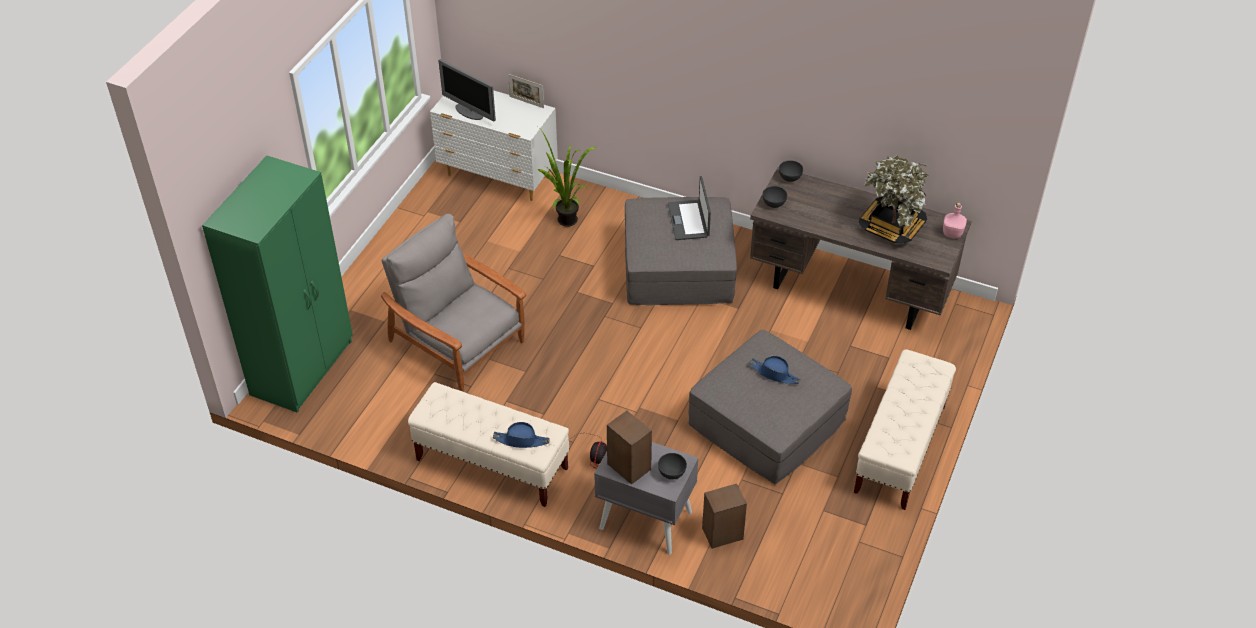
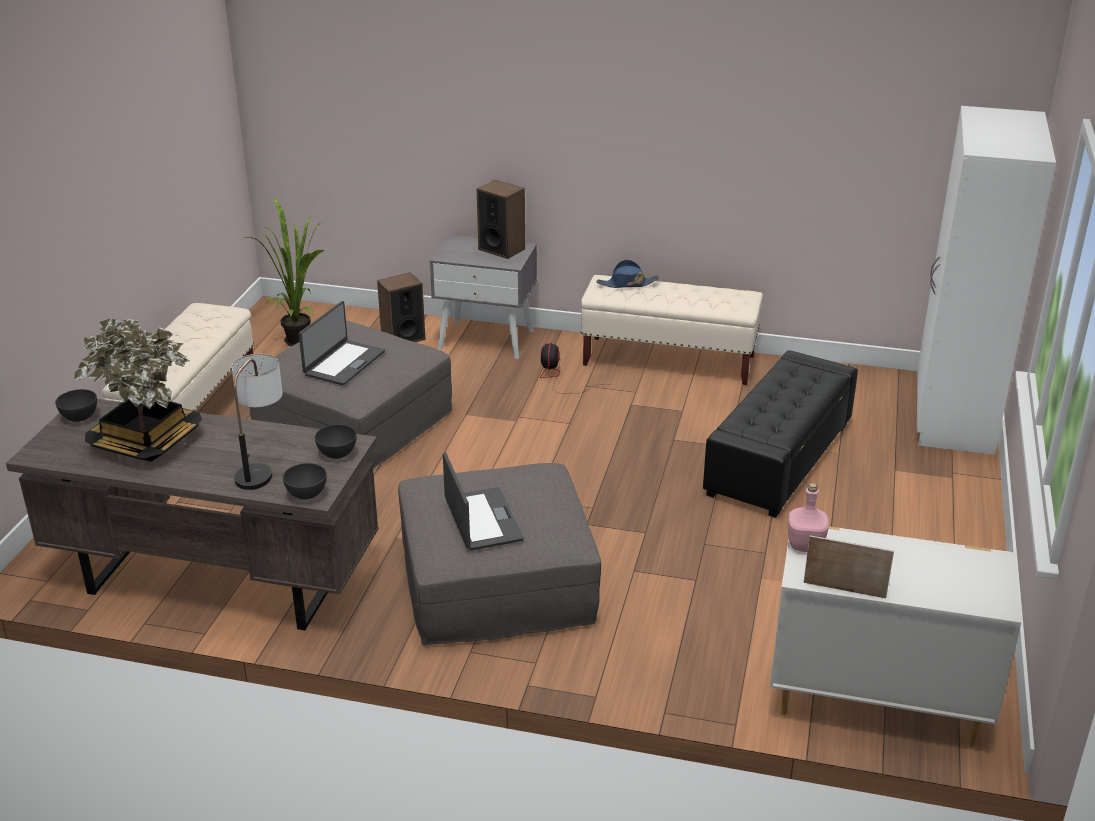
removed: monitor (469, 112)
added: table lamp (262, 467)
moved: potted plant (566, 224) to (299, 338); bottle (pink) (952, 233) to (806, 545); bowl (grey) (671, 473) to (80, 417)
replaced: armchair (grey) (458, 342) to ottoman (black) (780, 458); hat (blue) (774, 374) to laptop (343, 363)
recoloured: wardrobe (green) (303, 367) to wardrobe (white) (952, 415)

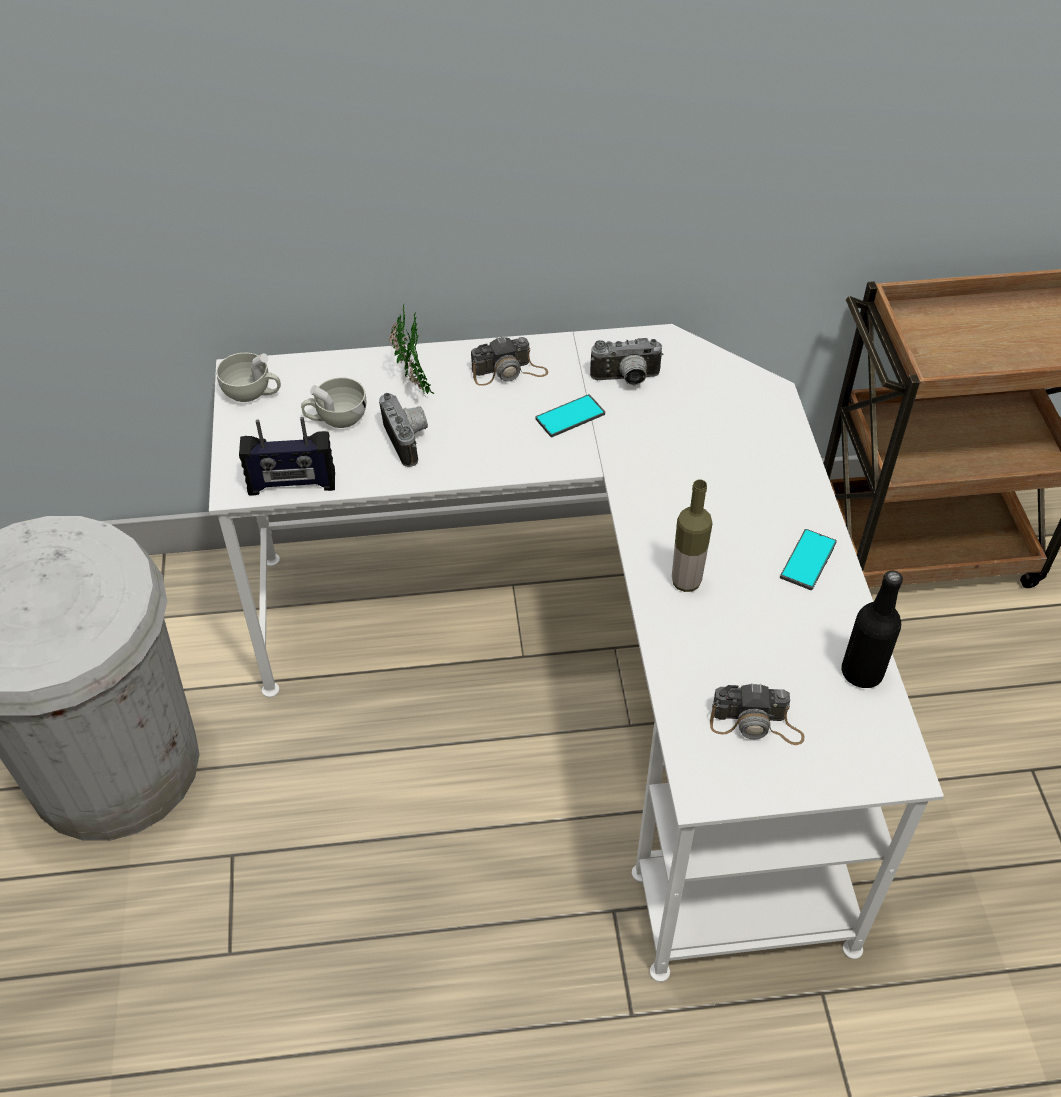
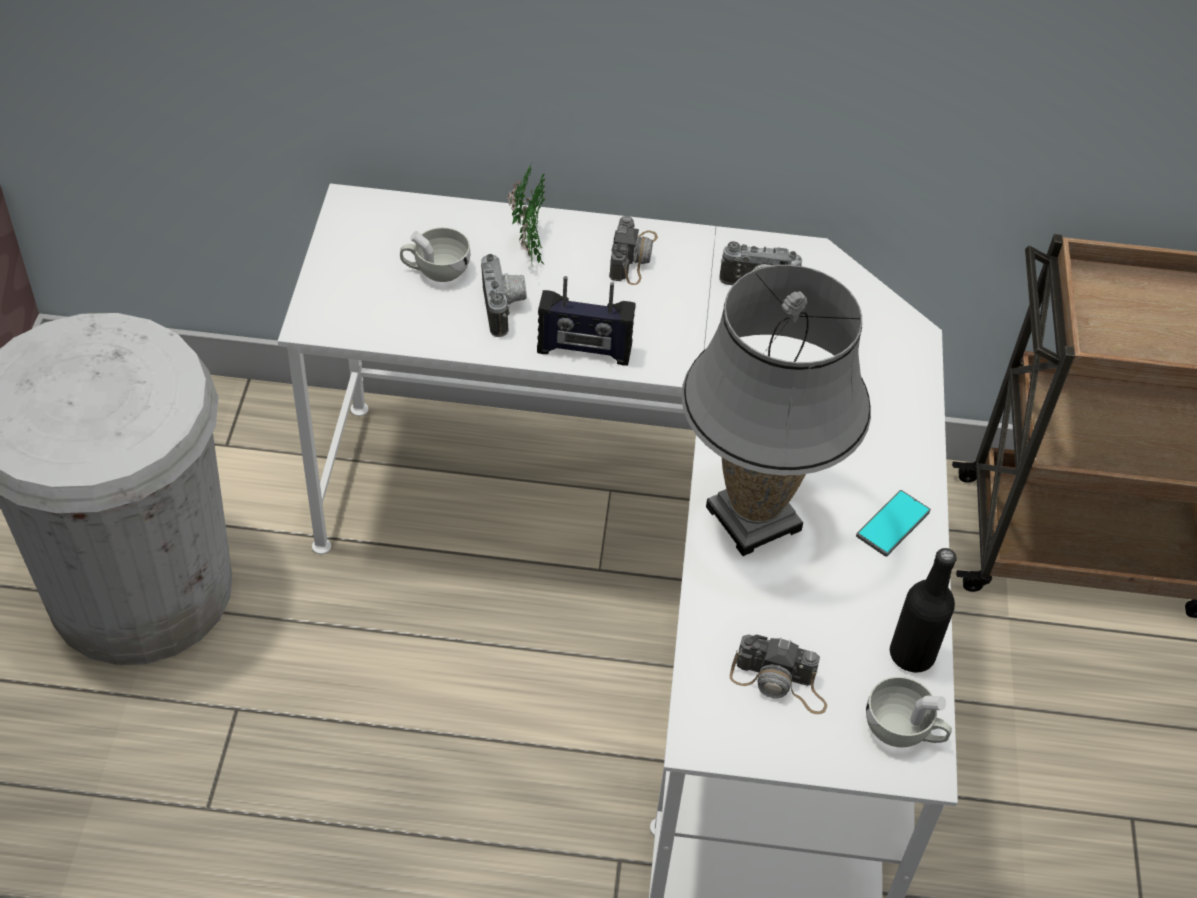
removed: phone (570, 416)
moved: cup (white) (252, 393) to (903, 731); radio (292, 485) to (584, 351)
replaced: bottle (686, 582) to table lamp (grey) (753, 519)
turned: photo camera (509, 371) = (633, 256) 75 degrees counterclockwise

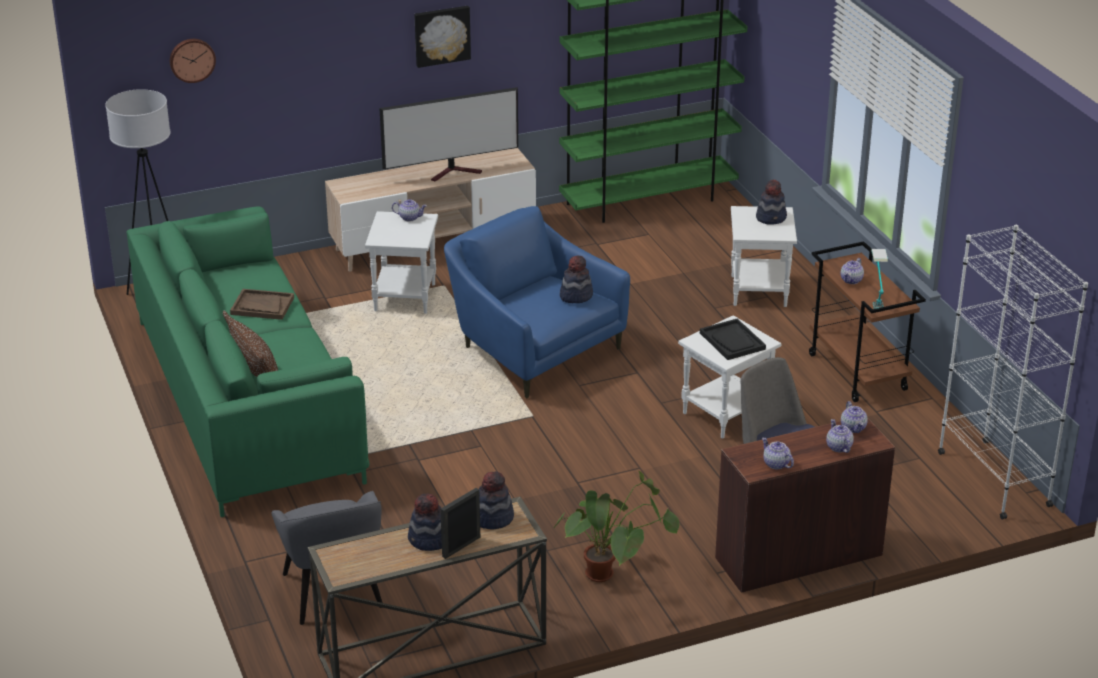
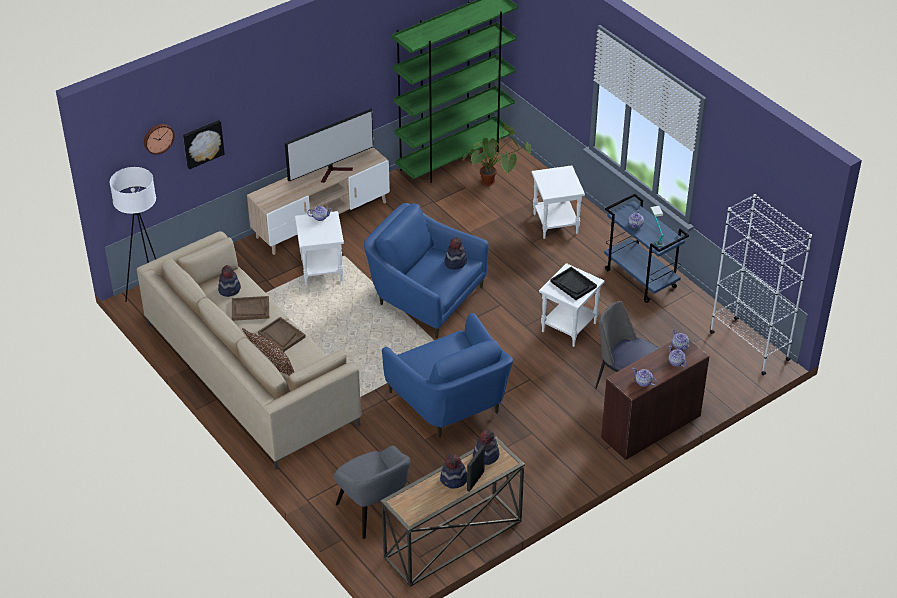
added: armchair (blue) (451, 403); tray (brown) (281, 335)
moved: picture (441, 35) to (203, 143); hat (771, 218) to (230, 289); potted plant (613, 574) to (495, 180)
recoloured: sofa (green) (247, 398) to sofa (beige) (250, 373); cart (brown) (858, 372) to cart (blue) (641, 279)

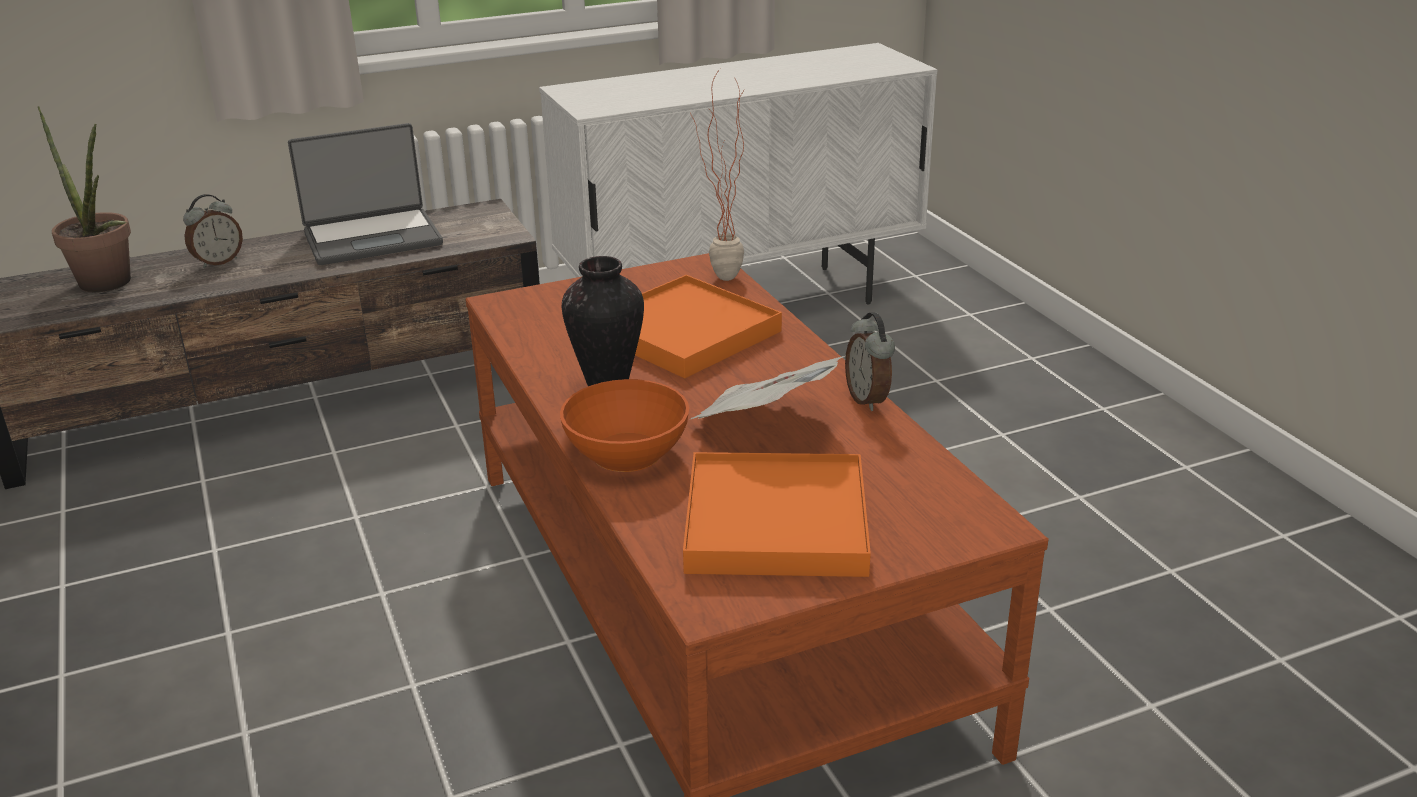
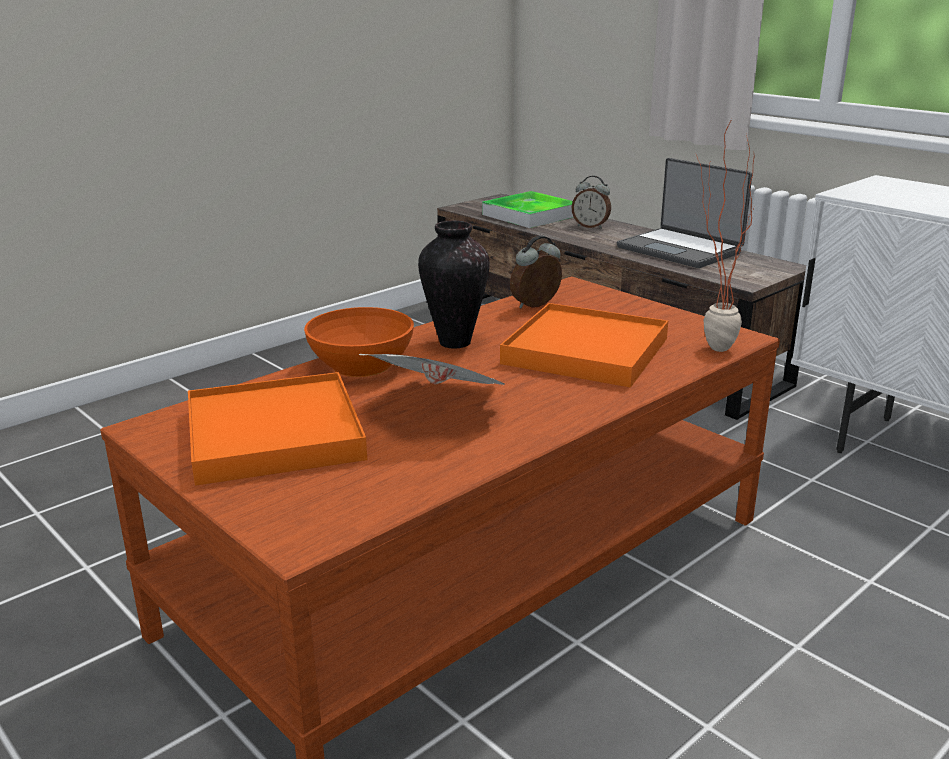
moved: alarm clock (868, 399) to (536, 306)
replaced: potted plant (109, 286) to tray (530, 215)

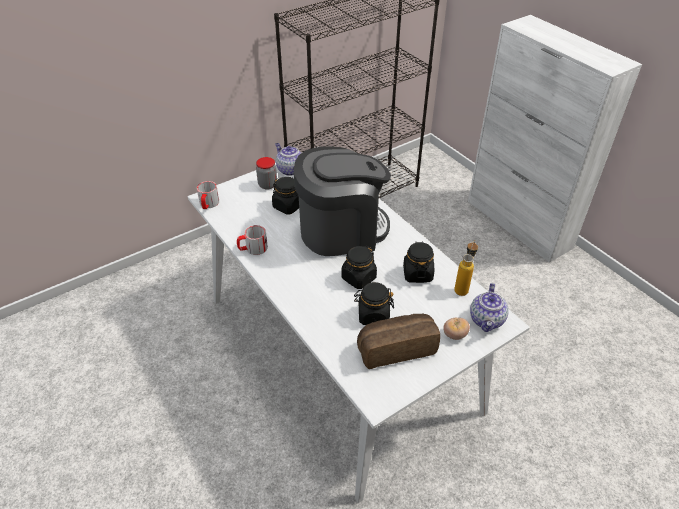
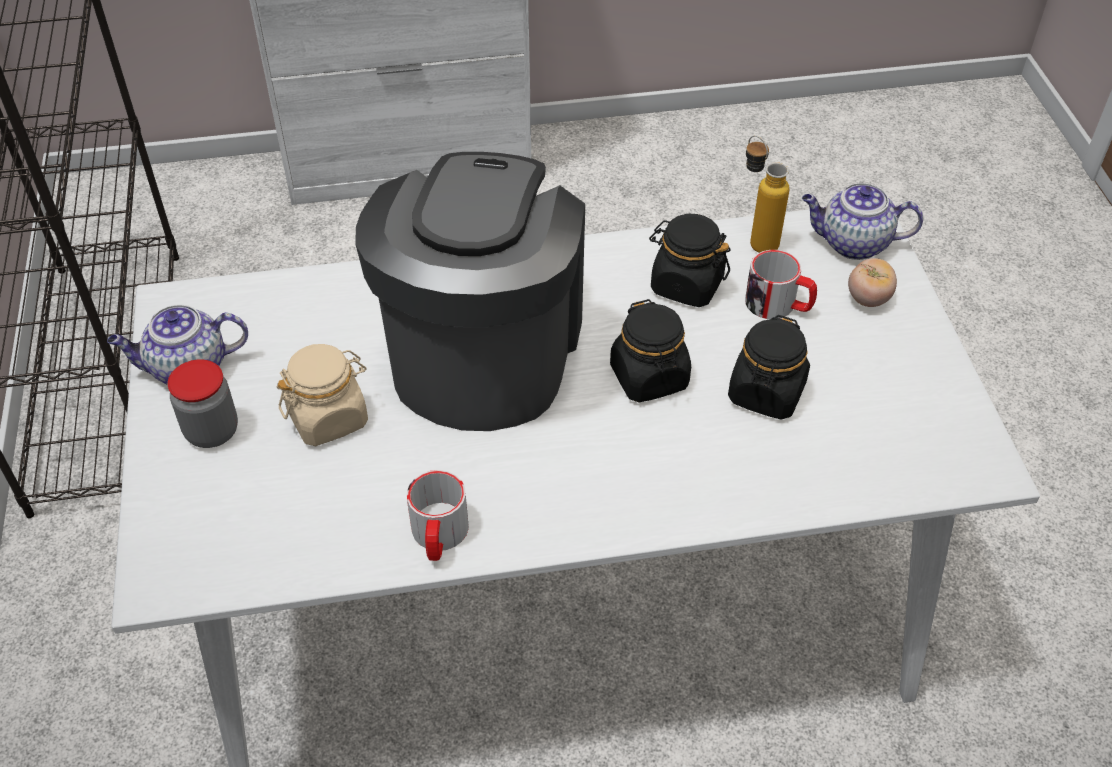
removed: bread (396, 348)
moved: mug (208, 204) to (778, 305)
recoloured: jar (black) (288, 206) to jar (beige) (328, 417)
turned: teapot (487, 320) = (852, 243) 150 degrees clockwise

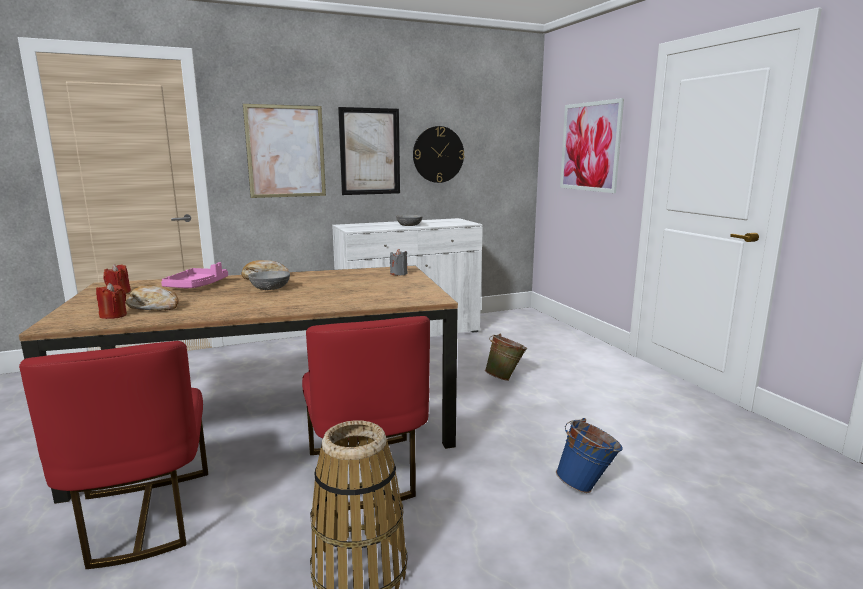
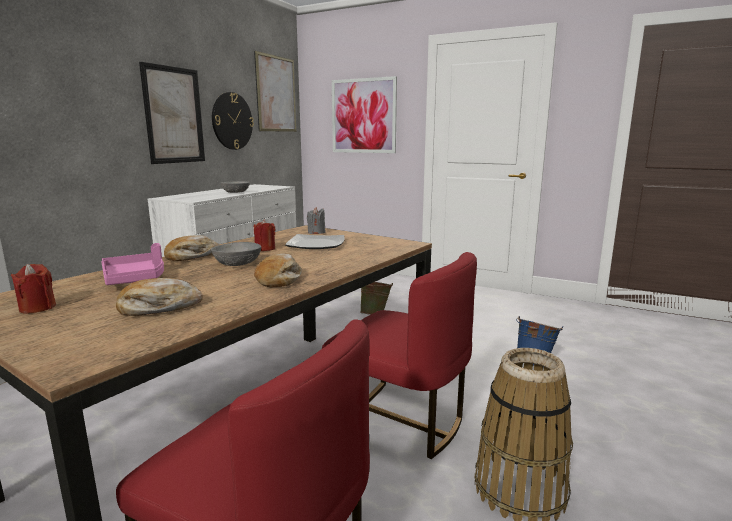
added: plate (316, 244); bread (279, 279)
moved: picture (286, 151) to (276, 94); candle (red) (113, 315) to (265, 249)

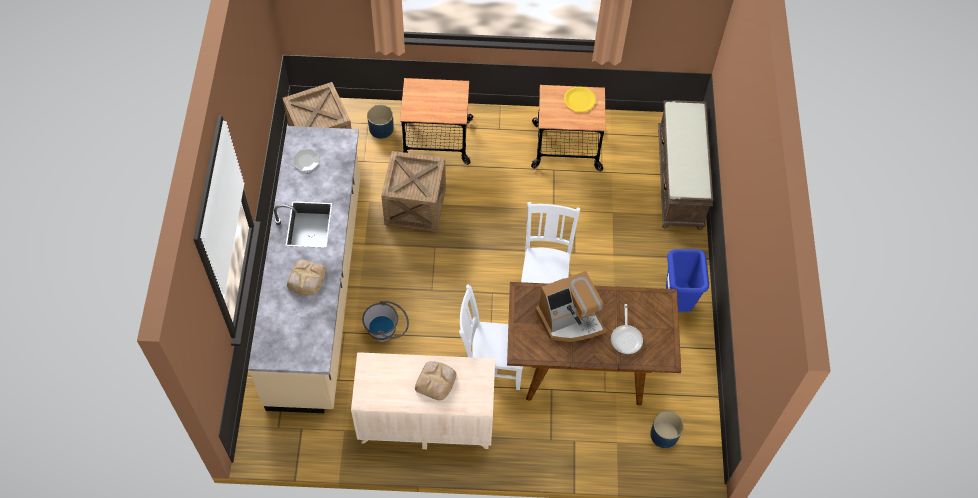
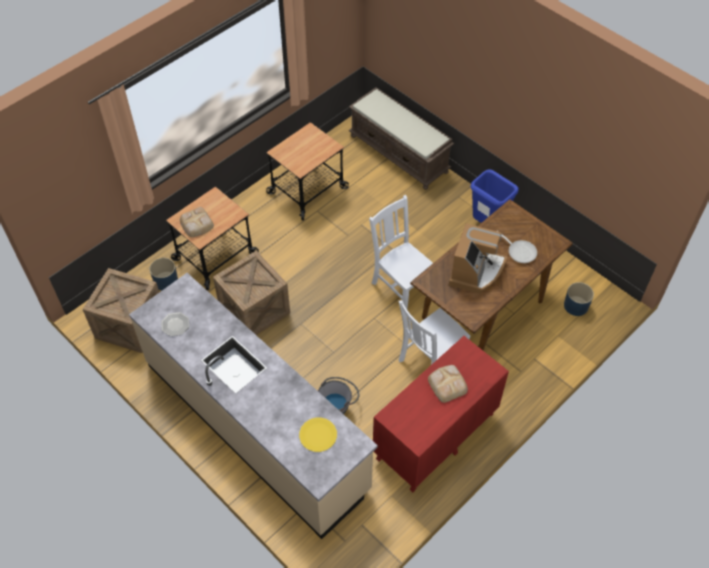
moved: plate (yellow) (579, 100) to (318, 435); bread (306, 279) to (196, 224)
recoloured: dresser (beige) (426, 421) to dresser (red) (435, 436)

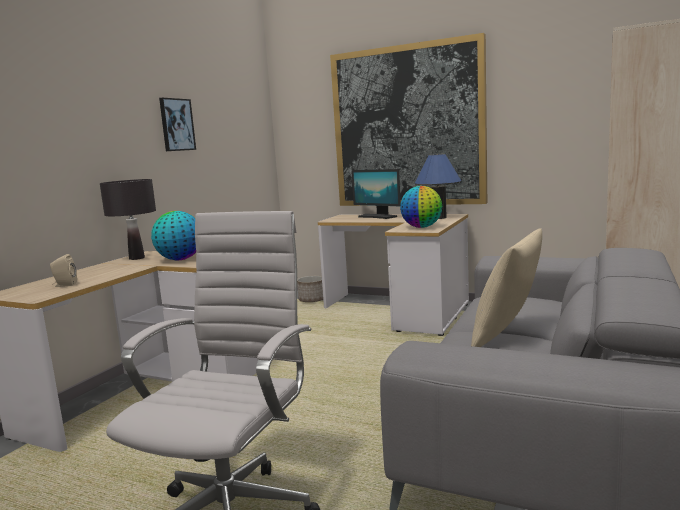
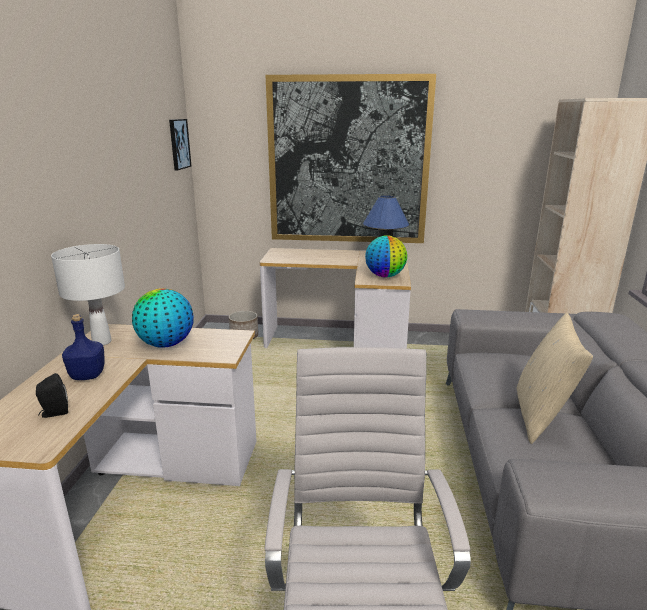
removed: monitor (377, 217)
added: bottle (blue) (87, 375)
moved: picture (176, 124) to (179, 144)
recoloured: table lamp (black) (137, 258) to table lamp (white) (102, 342); speaker (beige) (64, 285) to speaker (black) (54, 413)

